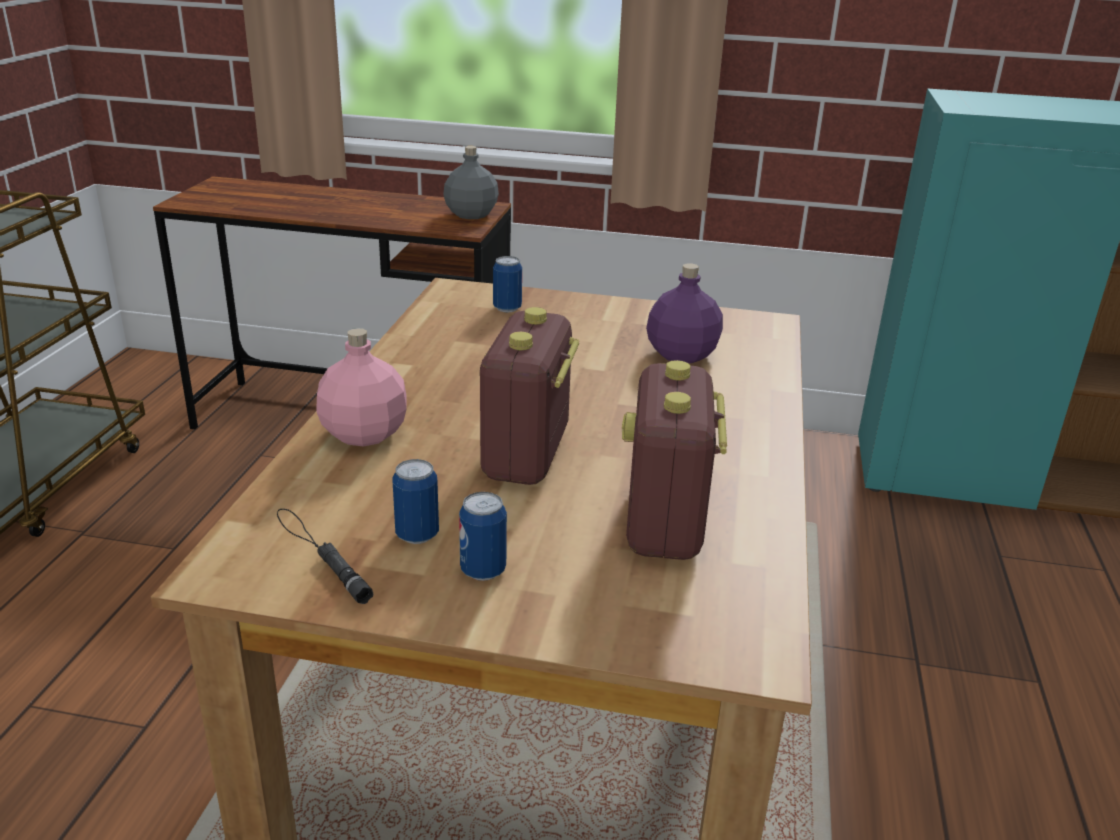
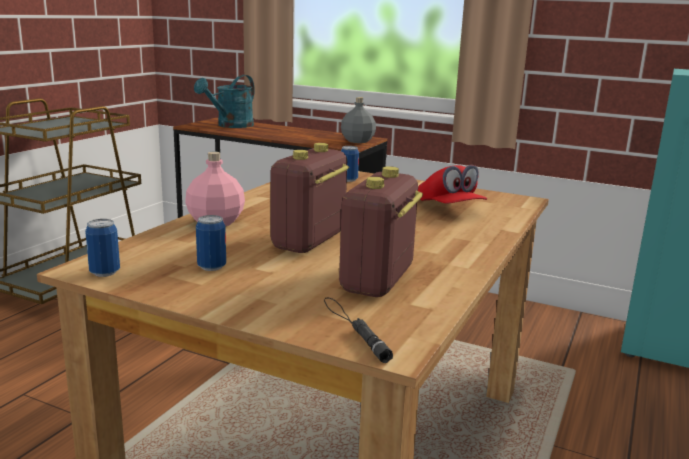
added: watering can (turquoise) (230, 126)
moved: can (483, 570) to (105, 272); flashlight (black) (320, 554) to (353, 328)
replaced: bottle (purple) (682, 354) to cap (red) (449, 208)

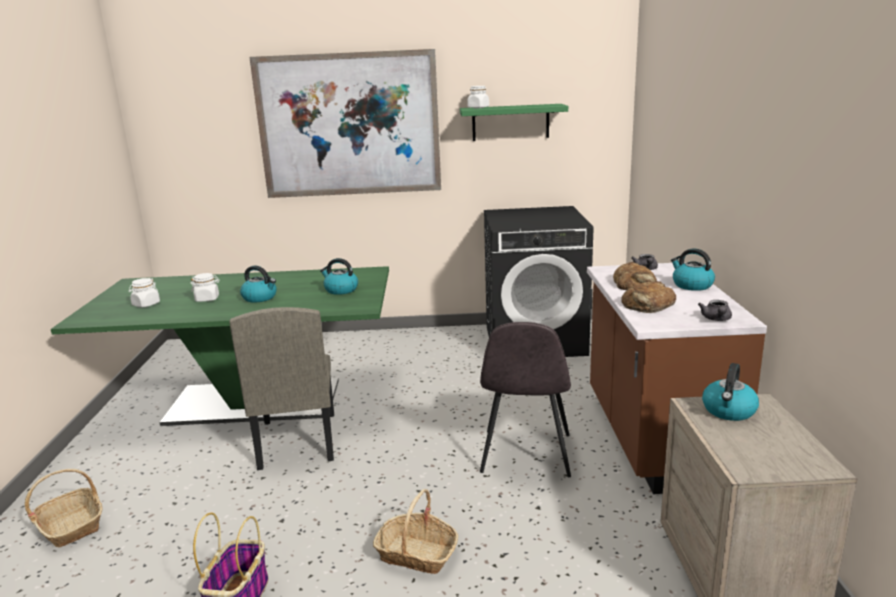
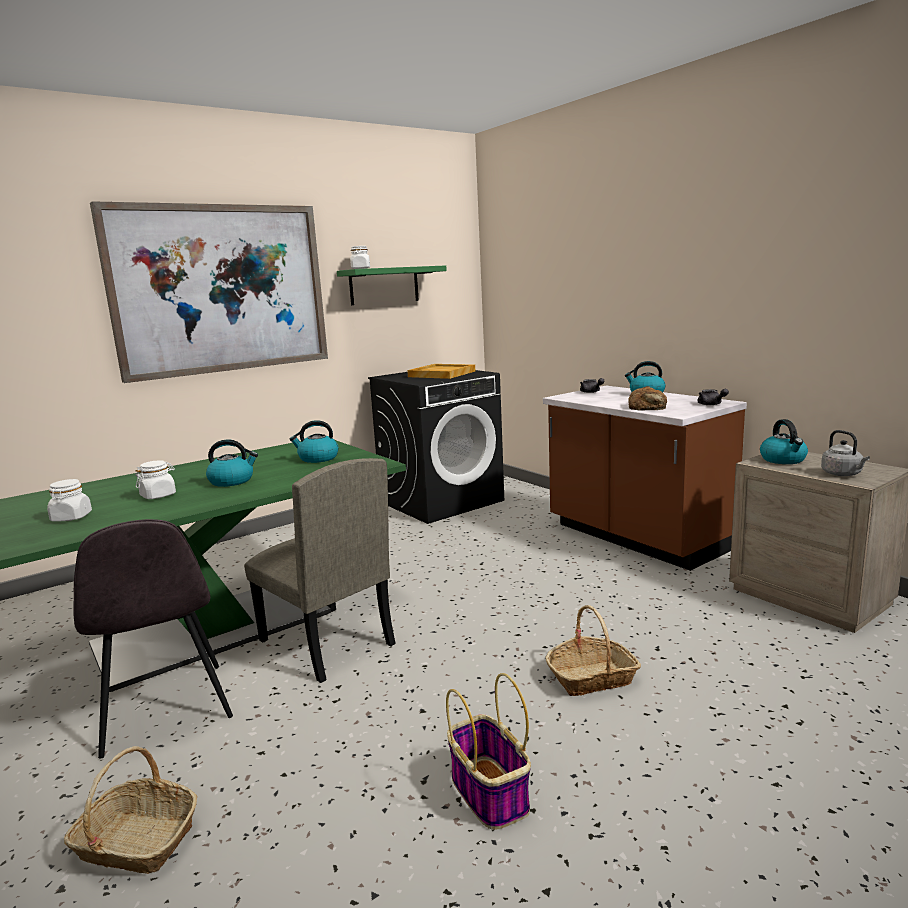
removed: bread (635, 284)
added: tray (beige) (441, 374); kettle (grey) (843, 474)
moved: chair (grey) (526, 455) to (165, 710)

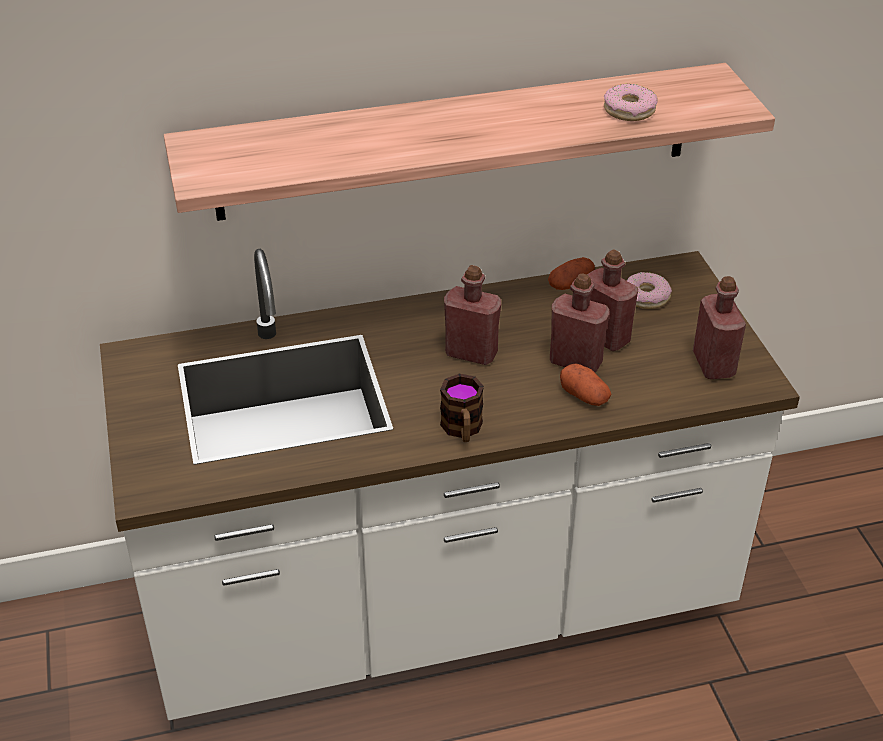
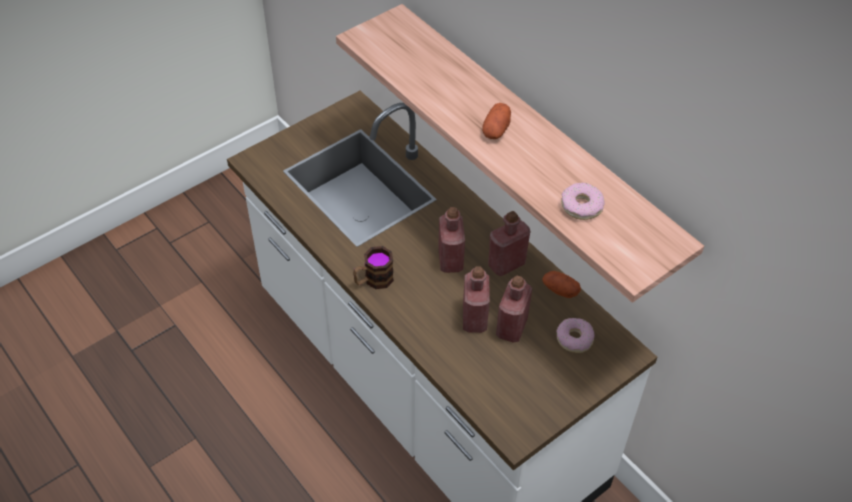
moved: bottle (red) (713, 364) to (506, 264); potato (584, 396) to (496, 129)

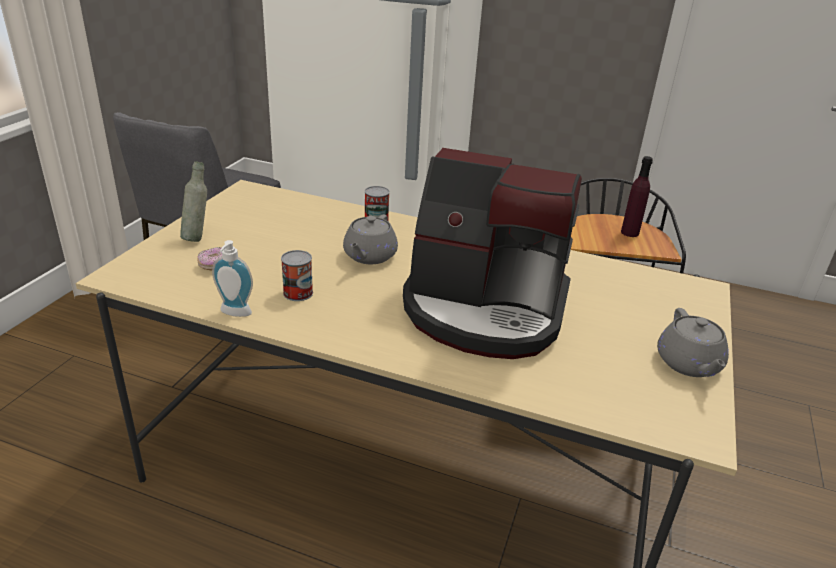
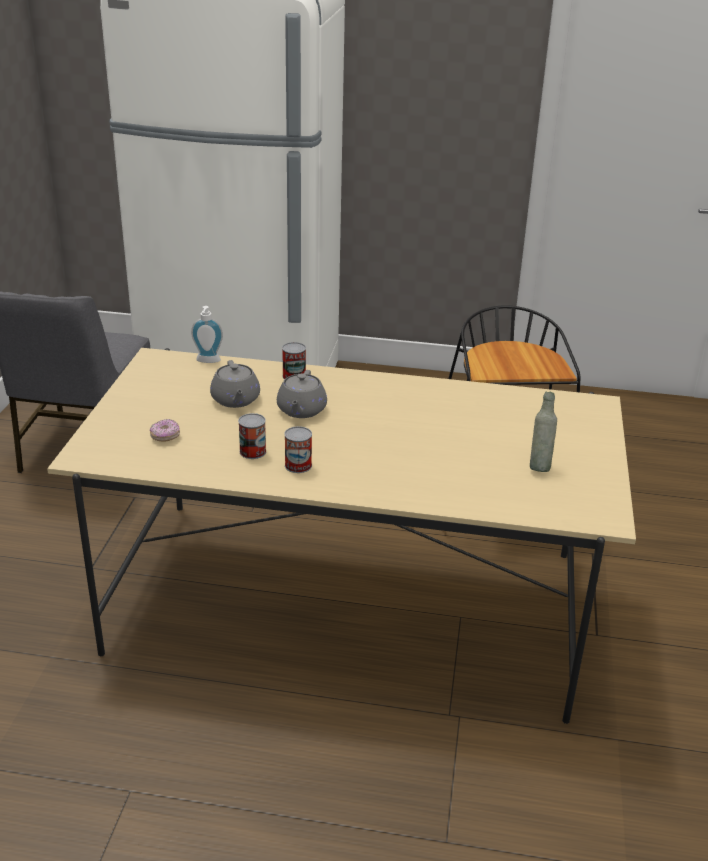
removed: coffee machine (485, 310); bottle (purple) (629, 233)
added: can (298, 465)
moved: bottle (grey) (197, 237) to (539, 466); soap dispenser (234, 314) to (208, 361); teapot (grey) (689, 364) to (235, 400)

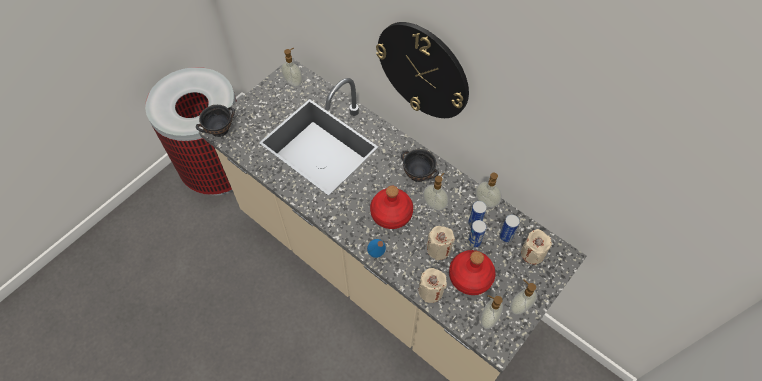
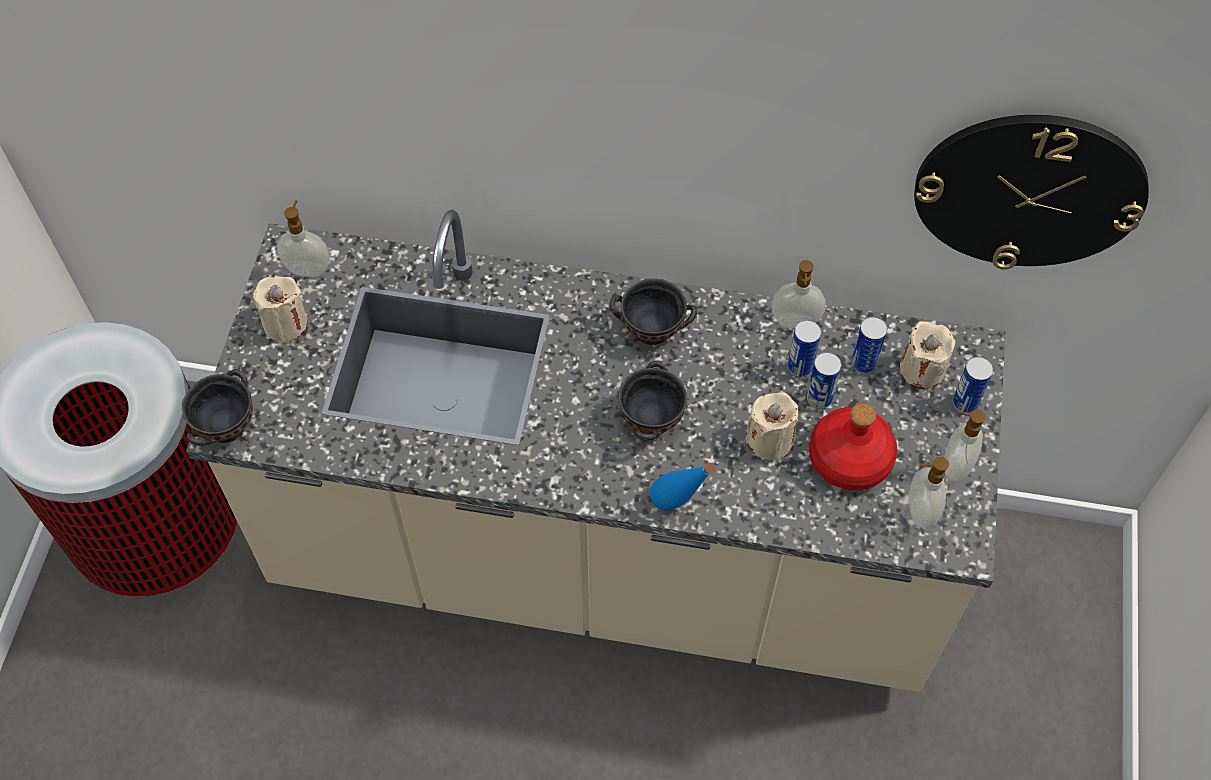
removed: soap dispenser (435, 204)
added: can (965, 403)
moved: wall clock (423, 70) to (1029, 190); candle (beige) (430, 291) to (285, 323)
replaced: bottle (red) (391, 213) to bowl (black) (650, 420)

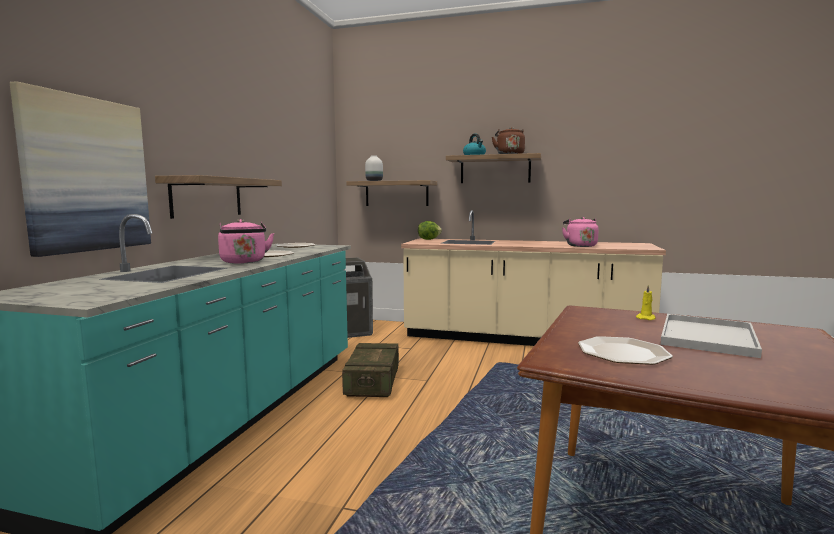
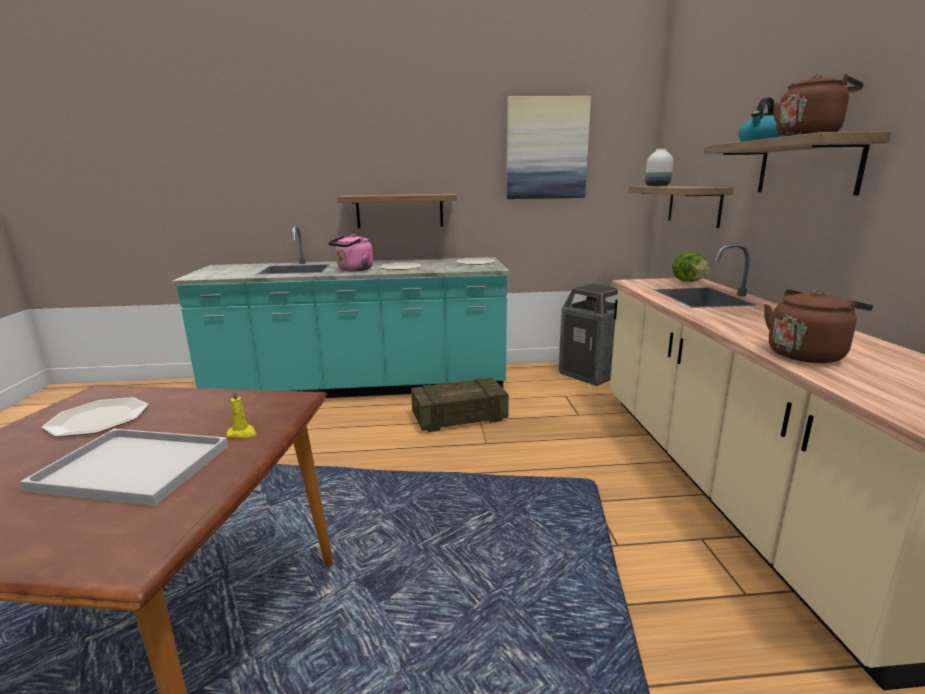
moved: picture (87, 174) to (546, 149)
recoloured: kettle (pink) (580, 246) to kettle (brown) (807, 354)

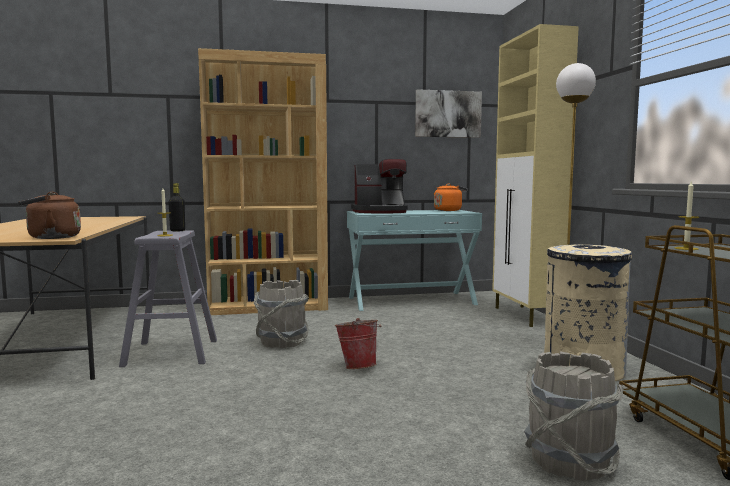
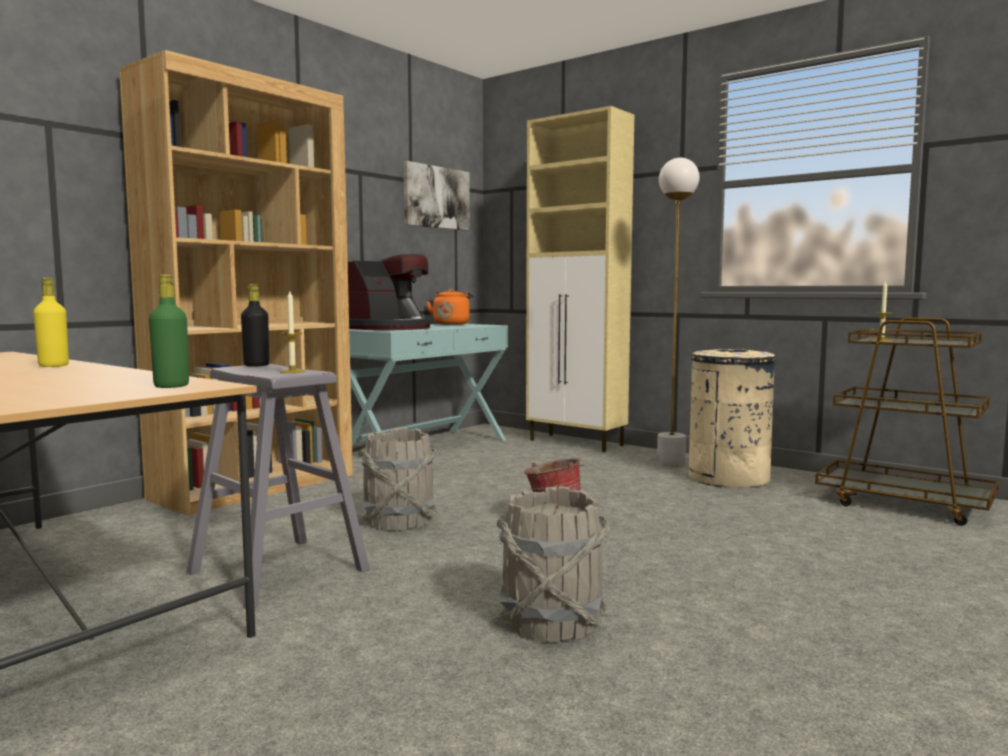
added: bottle (yellow) (53, 366)
moved: bucket (grey) (569, 461) to (551, 623)
replaced: kettle (brown) (50, 237) to bottle (green) (171, 386)

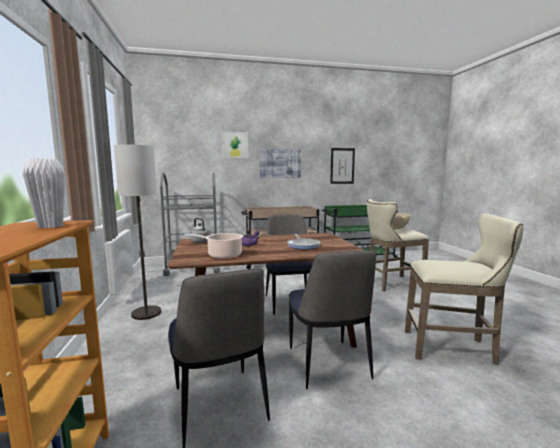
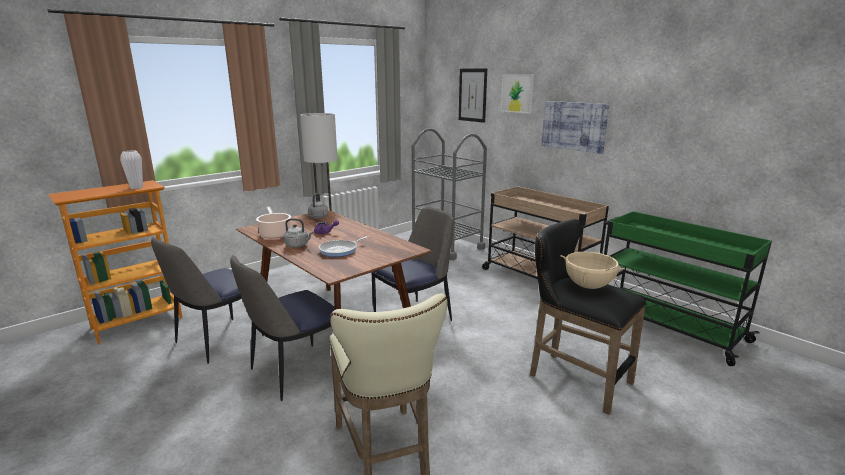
added: kettle (grey) (298, 245)
moved: picture (342, 166) to (472, 95)
recoloured: stool (beige) (391, 284) to stool (black) (574, 378)

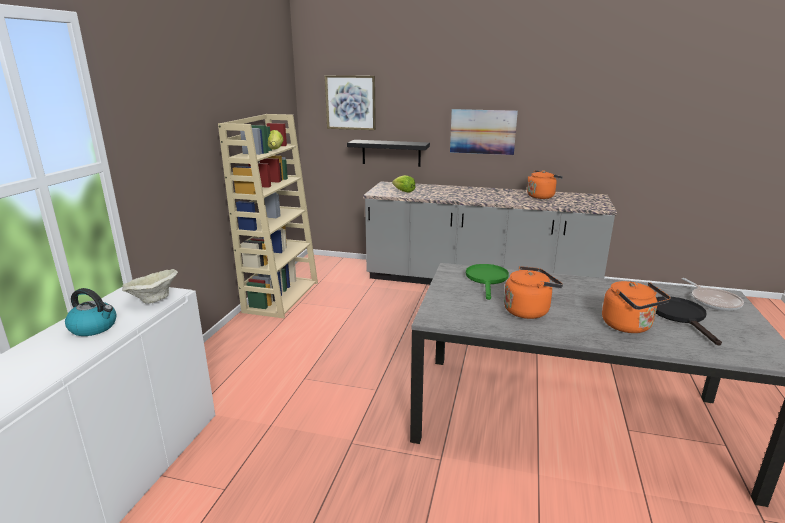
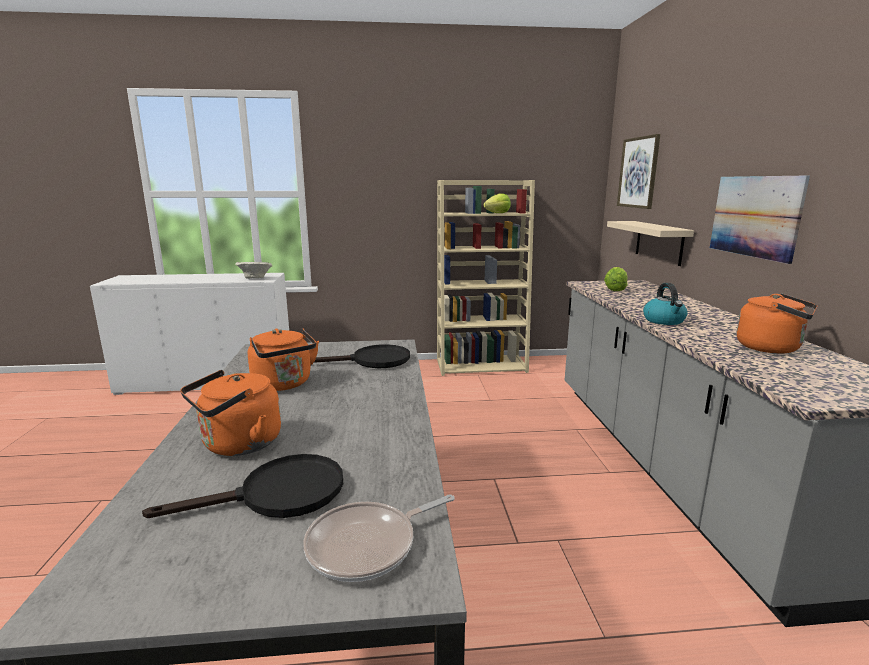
moved: kettle (94, 327) to (664, 321)
recoloured: shelf (black) (391, 153) to shelf (beige) (659, 242); frying pan (green) (487, 280) to frying pan (black) (373, 361)

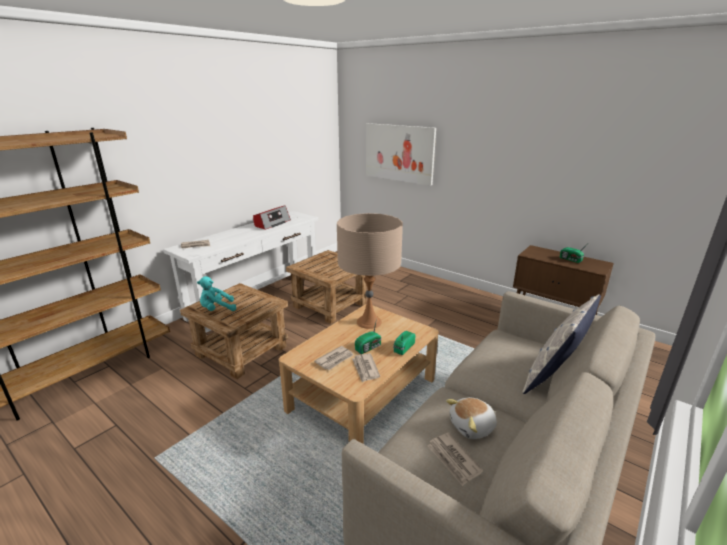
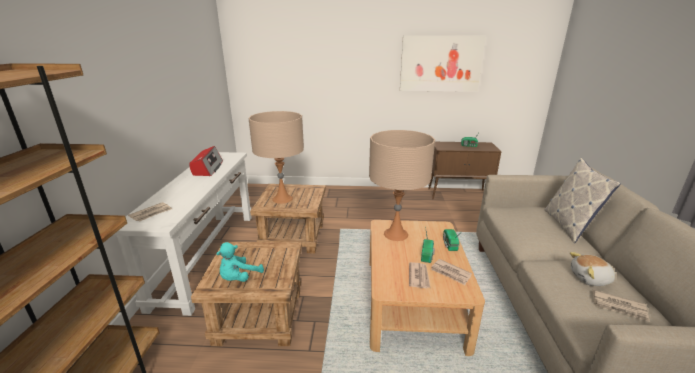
added: table lamp (beige) (282, 199)
moved: picture (399, 153) to (440, 63)
turned: plush toy (472, 427) = (590, 279) 60 degrees clockwise

